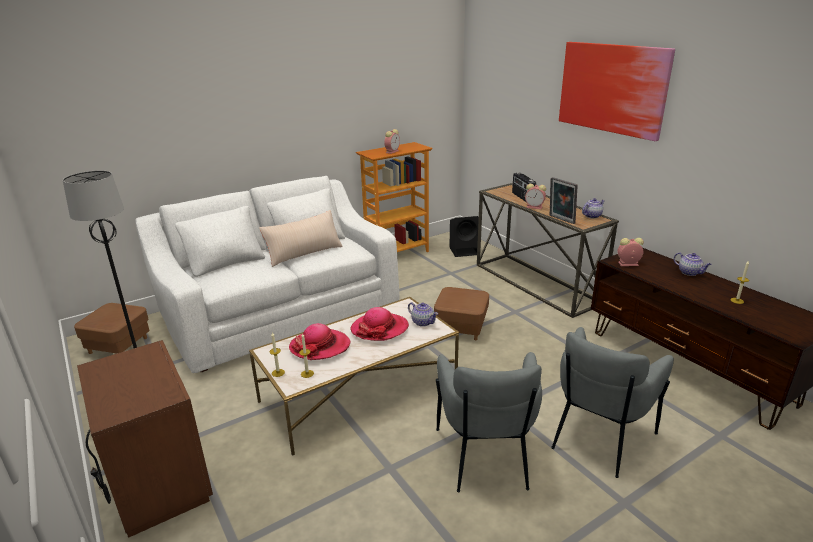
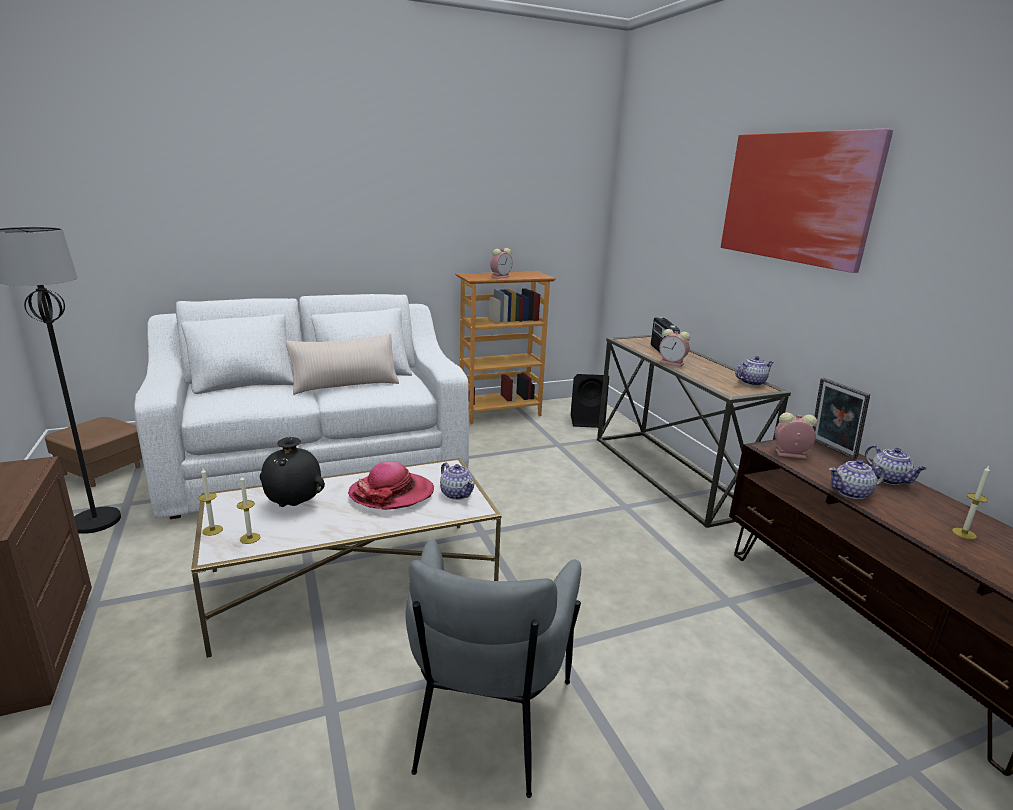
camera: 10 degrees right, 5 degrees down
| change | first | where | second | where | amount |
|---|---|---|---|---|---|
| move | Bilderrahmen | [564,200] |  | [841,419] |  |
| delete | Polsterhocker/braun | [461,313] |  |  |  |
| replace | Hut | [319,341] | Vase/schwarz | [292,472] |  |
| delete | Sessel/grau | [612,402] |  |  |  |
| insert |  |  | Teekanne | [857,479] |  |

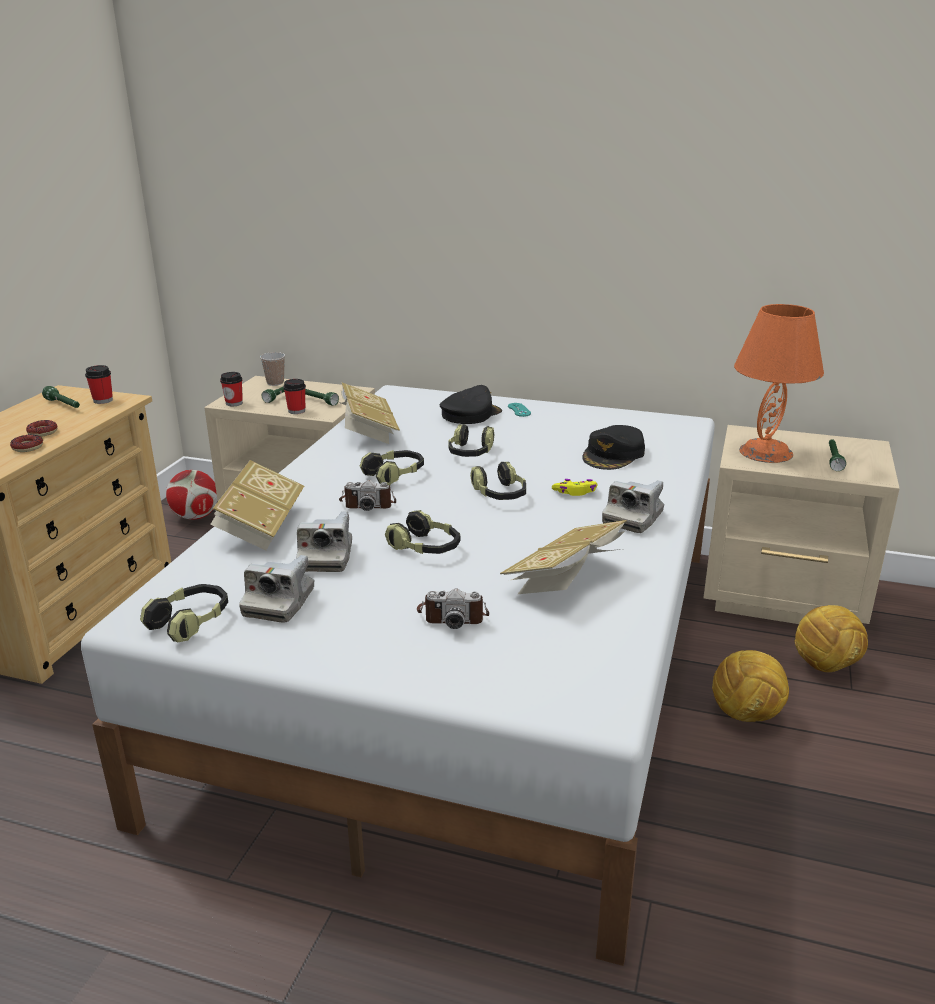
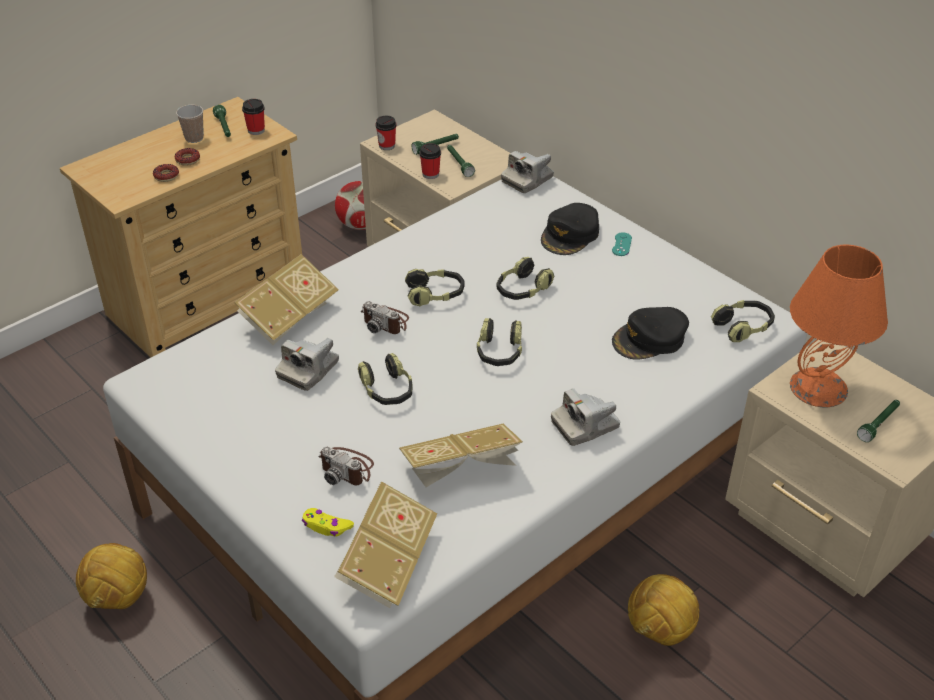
camera: 30 degrees right, 15 degrees up
| change | first | where | second | where | amount |
|---|---|---|---|---|---|
| move | Tasse | [272,369] |  | [190,124] |  |
| move | Buch | [369,413] |  | [385,544] |  |
| rotate | Kappe/schwarz | [471,404] |  | [570,229] | 135 degrees clockwise |
| move | Gamepad/gelb | [575,487] |  | [328,522] |  |
| move | Kamera | [276,589] |  | [527,172] |  |
| move | Kopfhörer | [184,613] |  | [743,321] |  |
| move | Fußball | [831,638] |  | [111,576] |  |

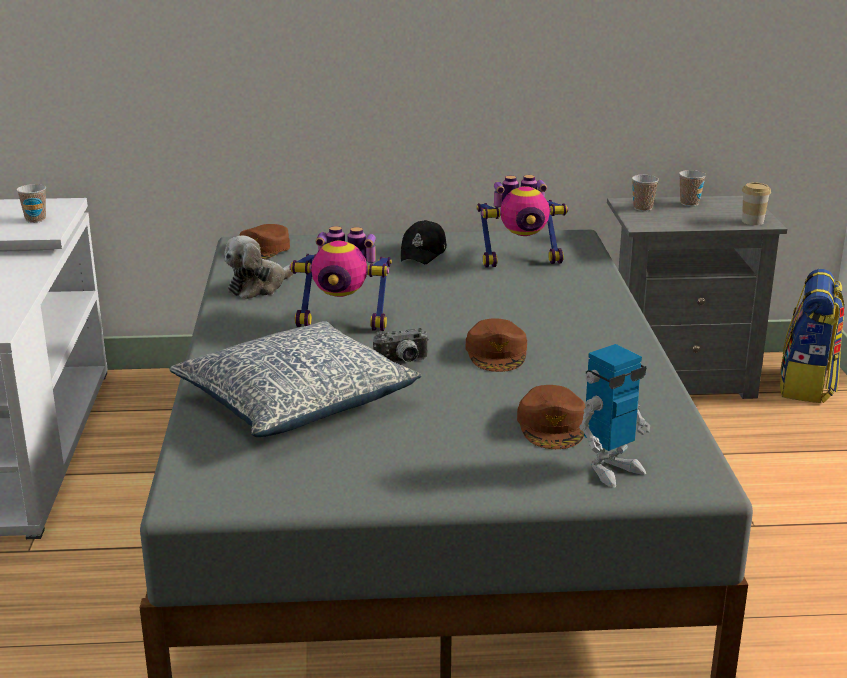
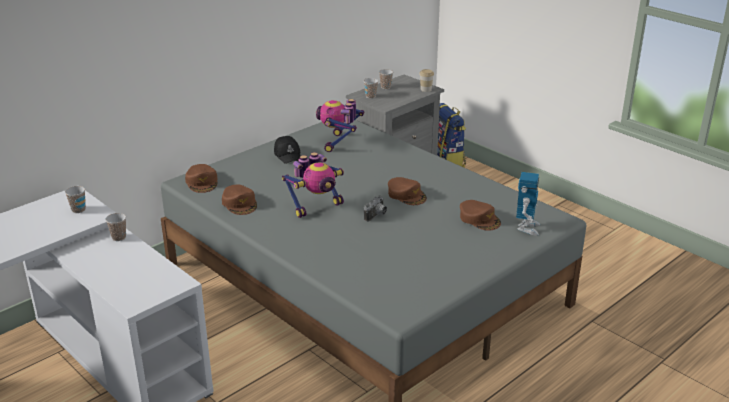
camera: 40 degrees left, 5 degrees up
| change | first | where | second | where | amount |
|---|---|---|---|---|---|
| rotate | Spielzeugroboter | [522,221] |  | [340,125] | 150 degrees clockwise |
| replace | Plüschtier | [259,267] | Kappe/braun | [239,200] |  |
| delete | Kissen | [295,379] |  |  |  |
| insert |  |  | Tasse | [115,227] |  |

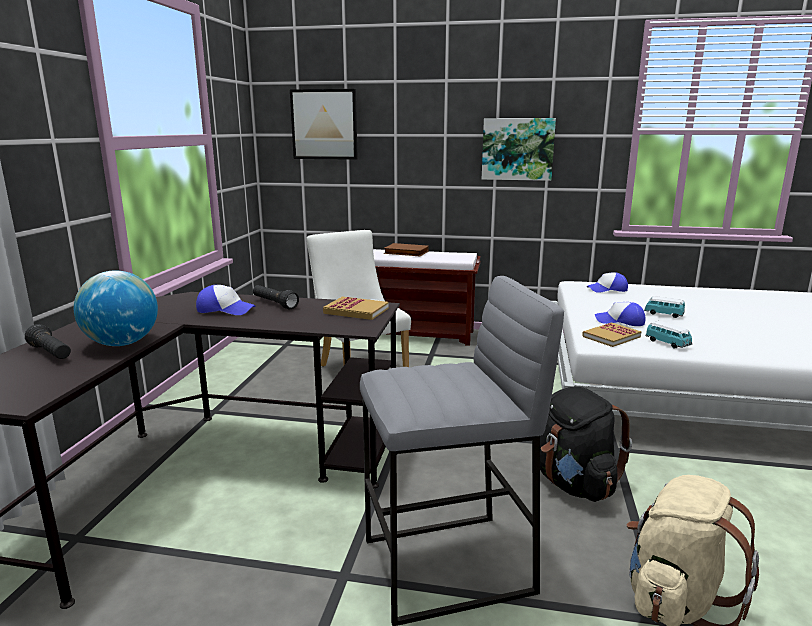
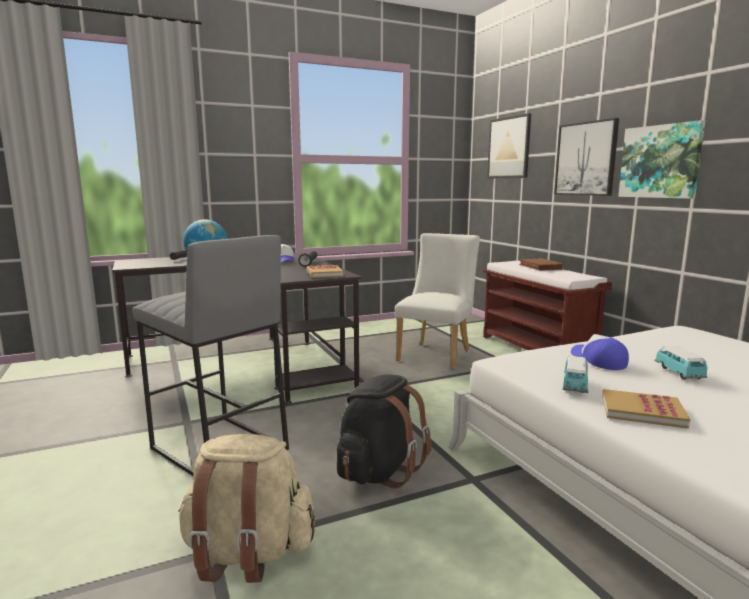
camera: 55 degrees right, 5 degrees down
| change | first | where | second | where | amount |
|---|---|---|---|---|---|
| delete | Kappe | [607,282] |  |  |  |
| move | Buch | [611,334] |  | [646,409] |  |
| insert |  |  | Bild | [586,157] |  |

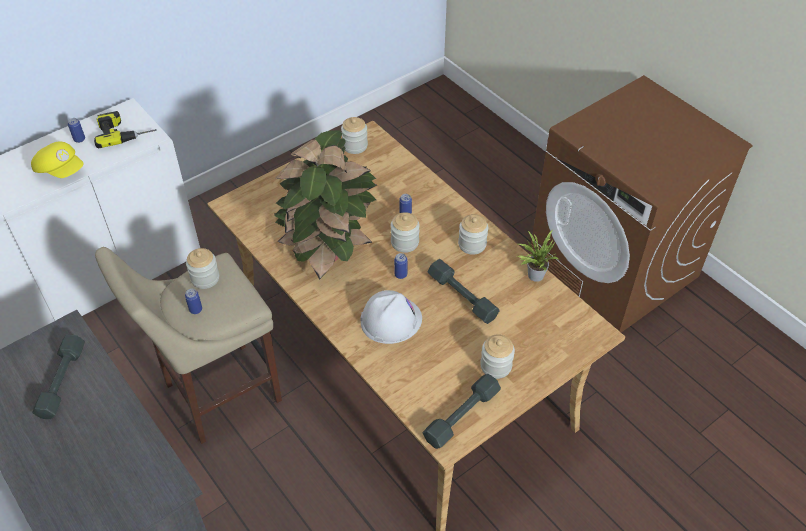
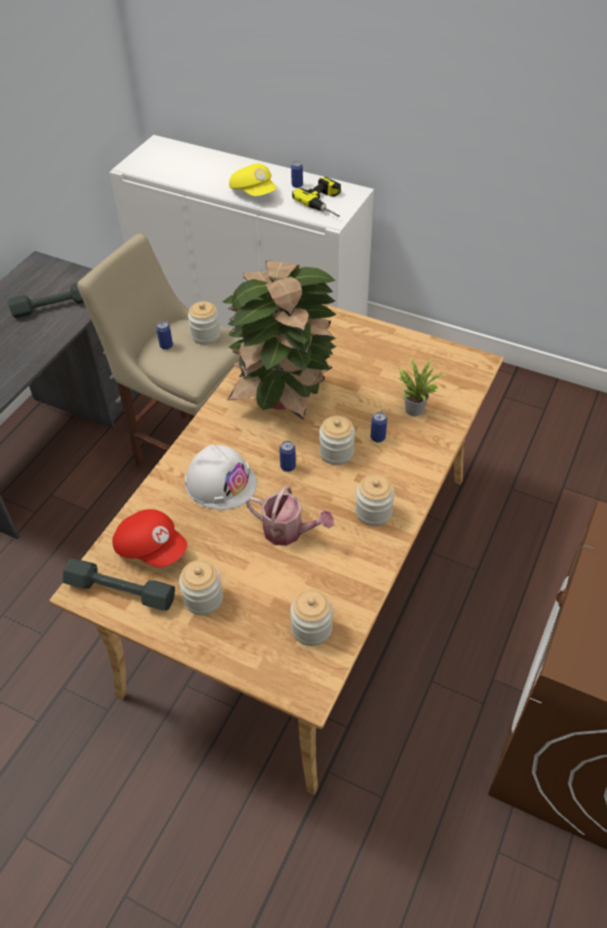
camera: 65 degrees right, 0 degrees up
| change | first | where | second | where | amount |
|---|---|---|---|---|---|
| move | Vorratsglas | [354,135] |  | [311,617] |  |
| rotate | Kappe/gelb | [57,159] |  | [253,180] | 45 degrees counterclockwise |
| move | Topfpflanze | [538,256] |  | [423,386] |  |
| replace | Hantel/grau | [463,291] | Gießkanne | [290,516] |  |
| insert |  |  | Kappe/rot | [149,538] |  |

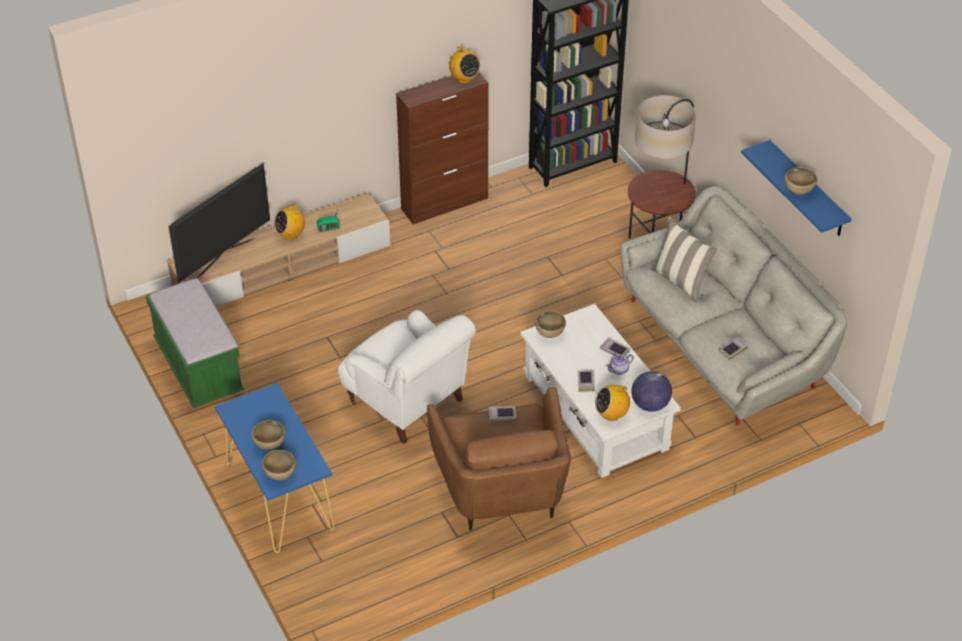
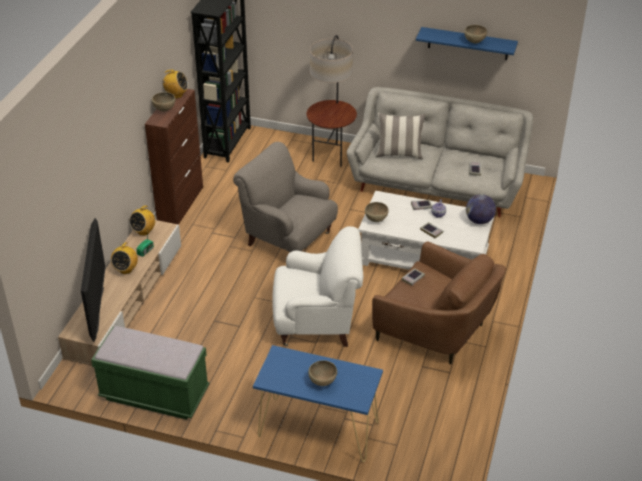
camera: 45 degrees left, 5 degrees down
| change | first | where | second | where | amount |
|---|---|---|---|---|---|
| move | Radio | [612,402] |  | [142,220] |  |
| move | Schüssel/braun | [279,465] |  | [163,102] |  |
| insert |  |  | Sessel/grau | [285,197] |  |

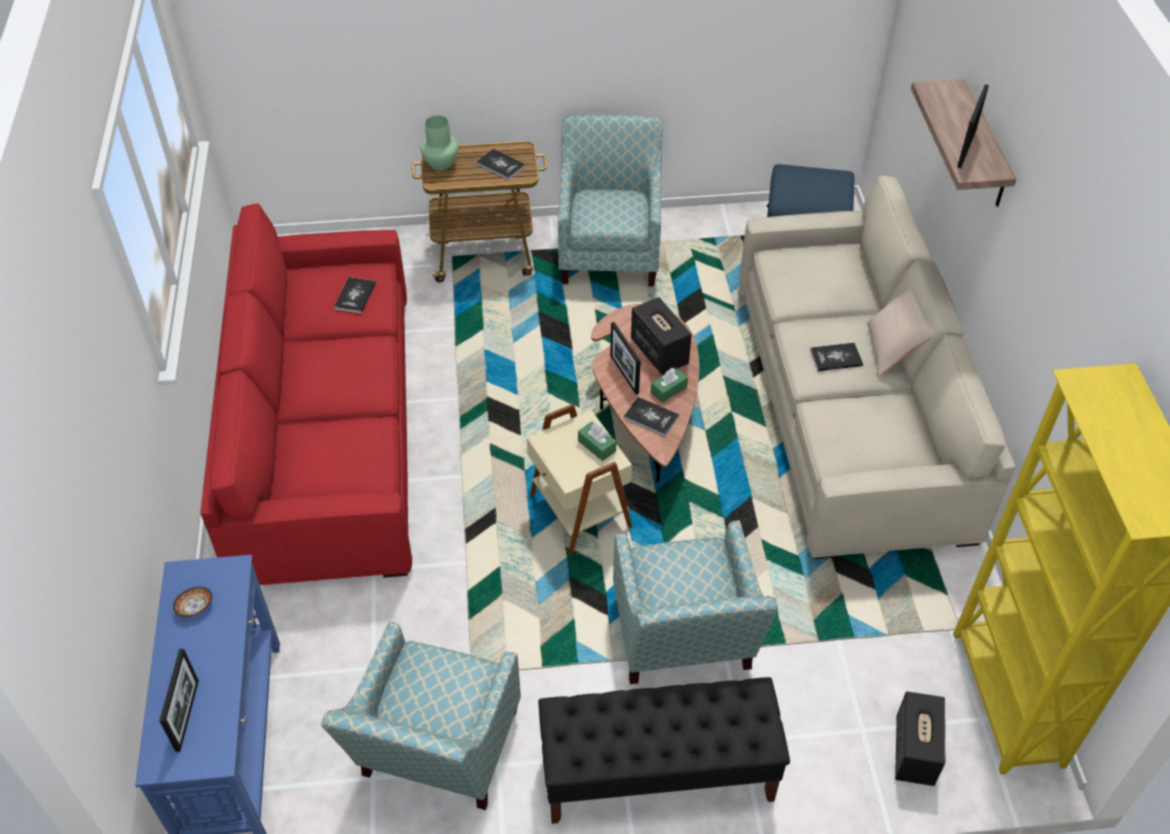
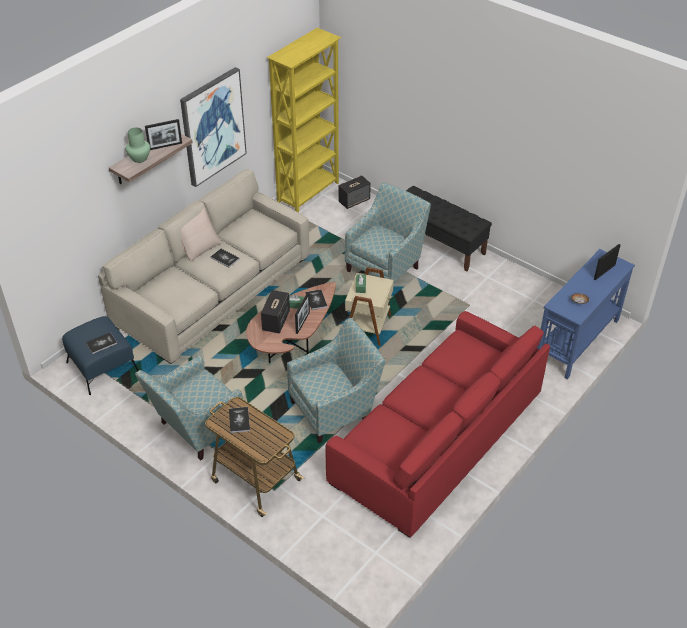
camera: 135 degrees left, 5 degrees down
| change | first | where | second | where | amount |
|---|---|---|---|---|---|
| move | Vase/grün | [439,143] |  | [138,145] |  |
| move | Buch | [355,295] |  | [101,343] |  |
| move | Sessel | [421,715] |  | [336,380] |  |
| insert |  |  | Bild | [213,127] |  |

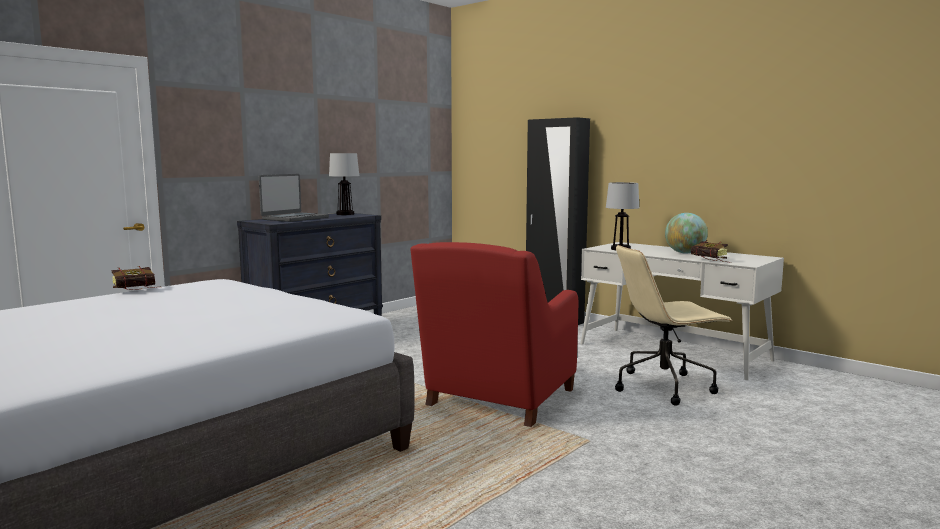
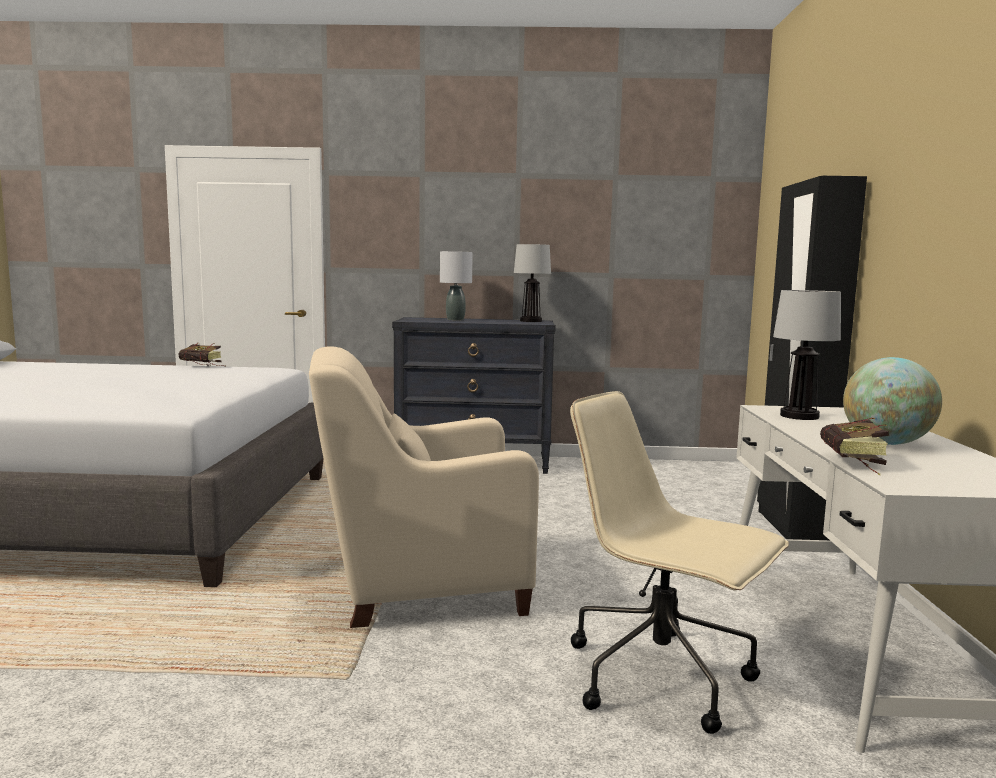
camera: 50 degrees right, 0 degrees up
| change | first | where | second | where | amount |
|---|---|---|---|---|---|
| replace | Laptop | [294,198] | Tischlampe/grau | [456,285] |  |
| recolor | Sessel/rot | [494,334] | Sessel/beige | [424,487] |  |

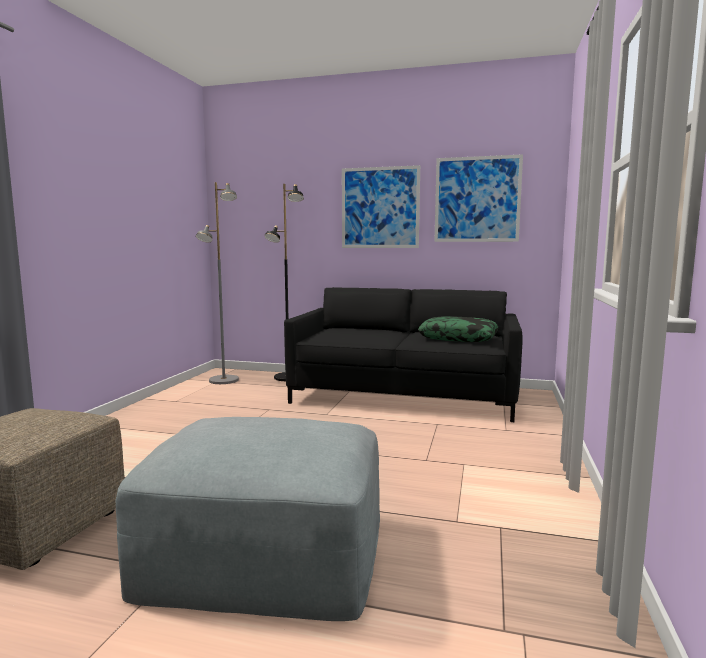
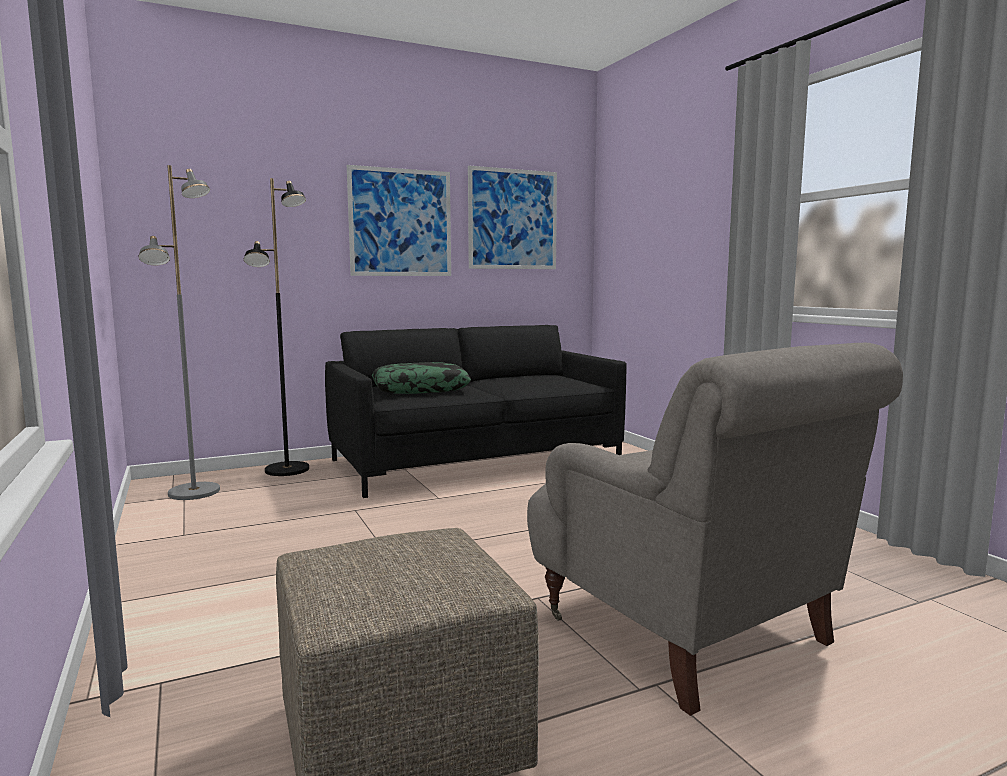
camera: 40 degrees left, 0 degrees up
| change | first | where | second | where | amount |
|---|---|---|---|---|---|
| move | Kissen | [458,329] |  | [421,378] |  |
| replace | Polsterhocker/grau | [248,519] | Sessel/grau | [715,529] |  |

